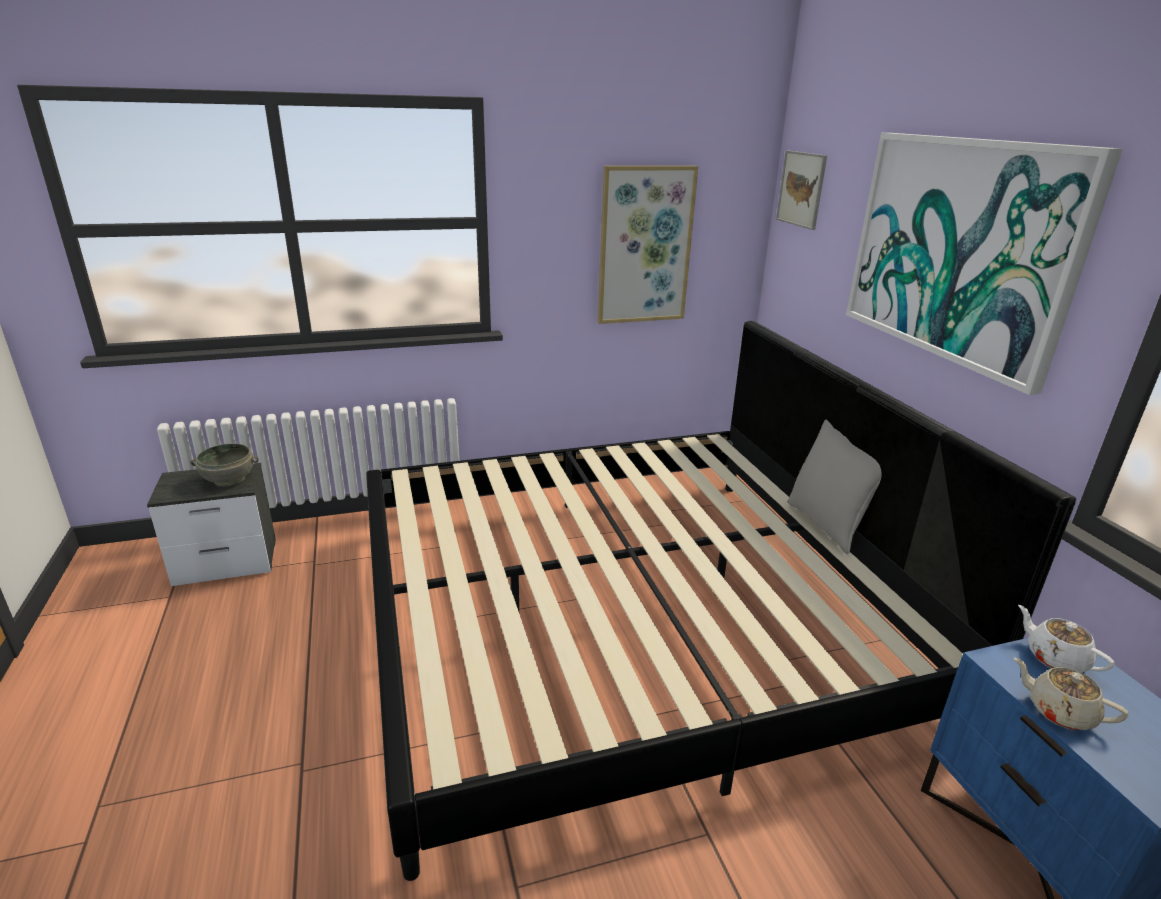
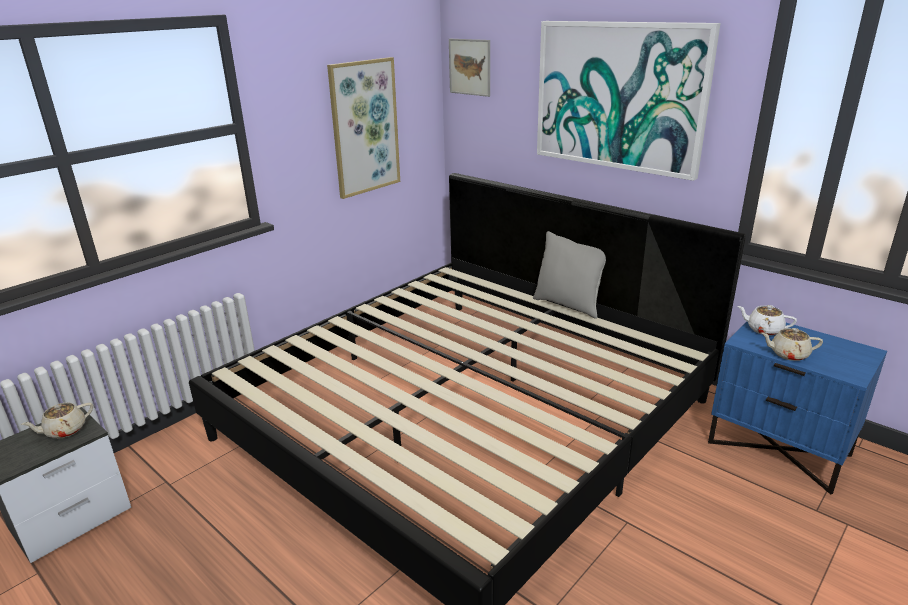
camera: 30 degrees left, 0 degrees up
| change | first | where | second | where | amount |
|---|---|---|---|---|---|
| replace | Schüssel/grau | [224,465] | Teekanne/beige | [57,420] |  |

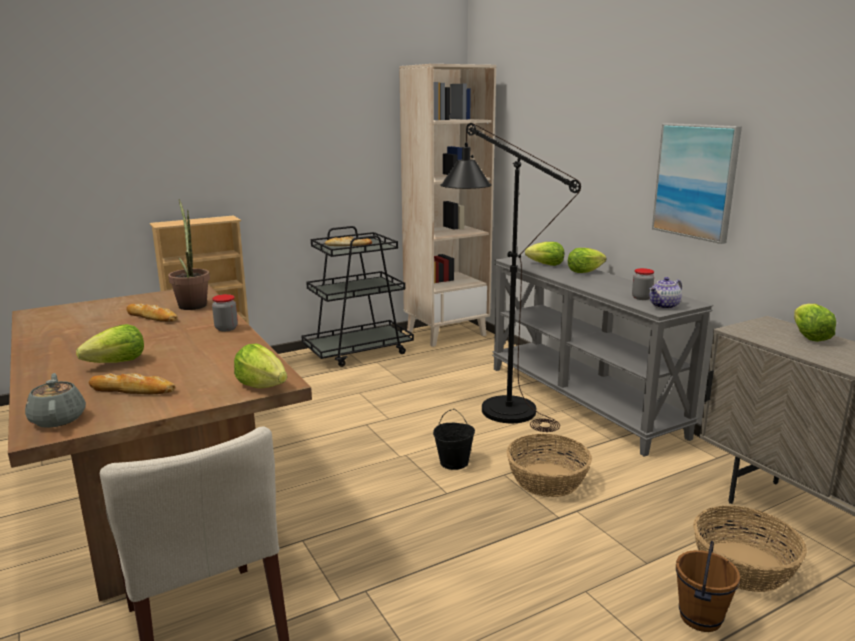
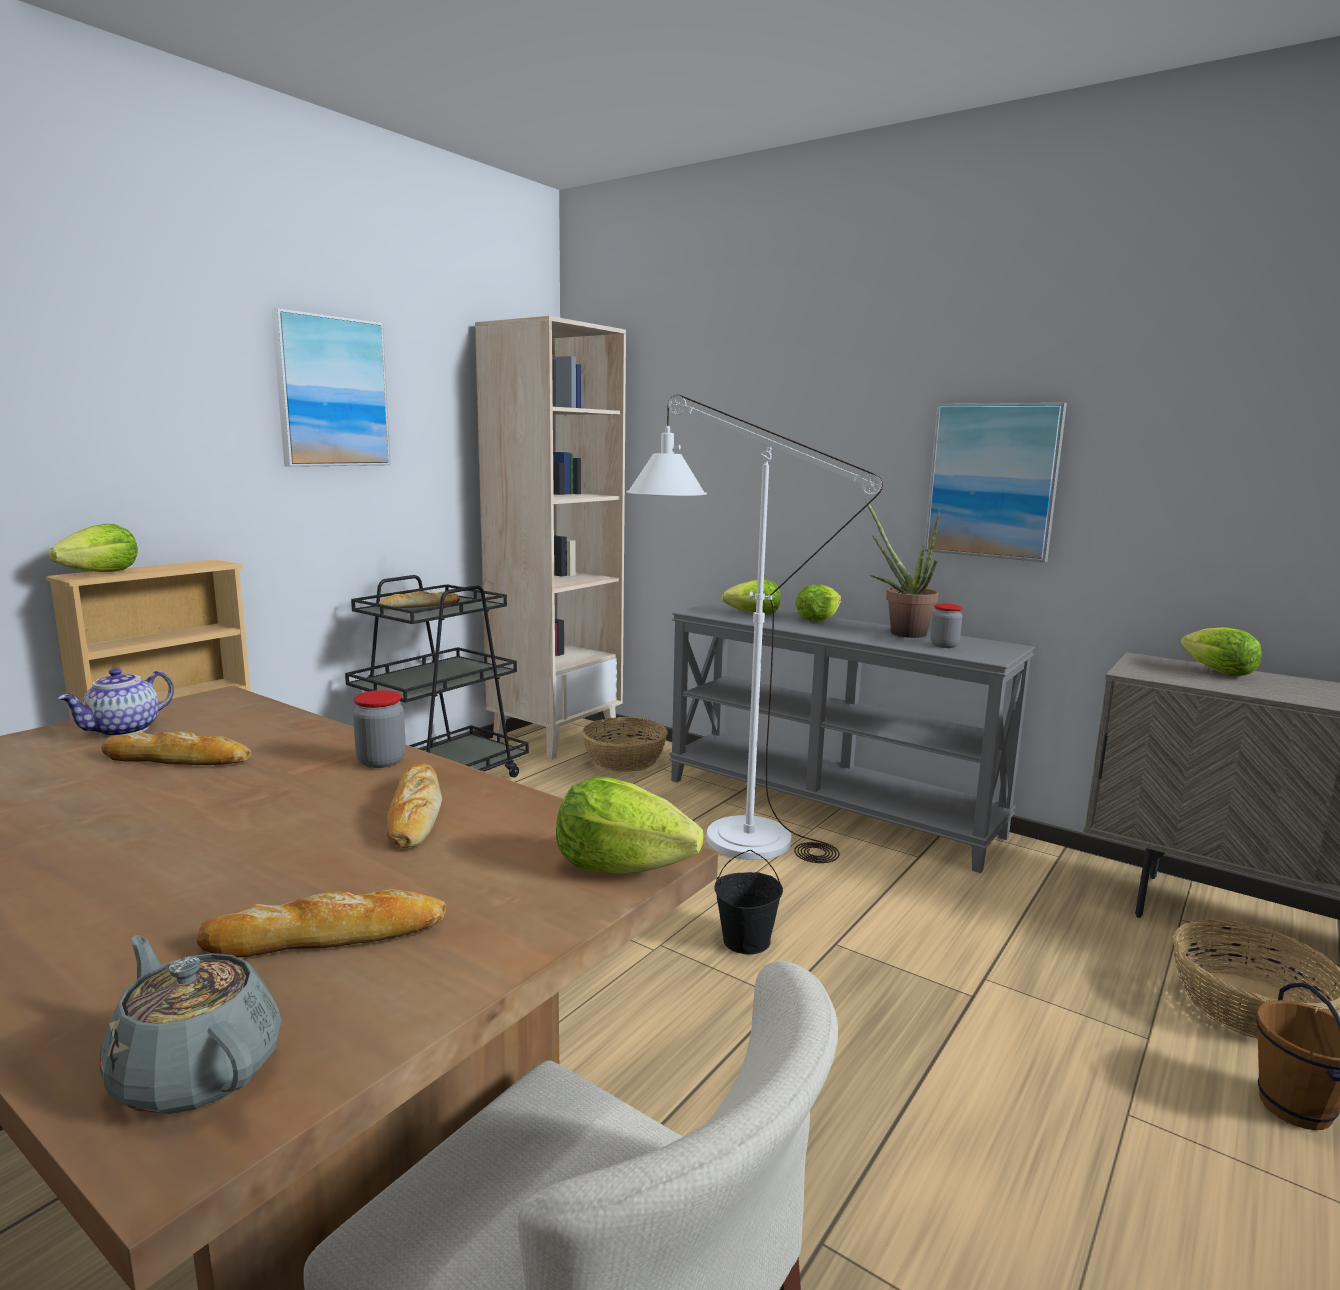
camera: 25 degrees left, 5 degrees down
| change | first | where | second | where | amount |
|---|---|---|---|---|---|
| recolor | Stehlampe/schwarz | [510,277] | Stehlampe/weiß | [754,629] |  |
| move | Topfpflanze | [189,254] |  | [903,568] |  |
| move | Teekanne | [666,293] |  | [116,702] |  |
| move | Salatkopf | [110,343] |  | [93,548] |  |
| move | Korb | [549,465] |  | [624,744] |  |
| insert |  |  | Bild | [331,387] |  |
| insert |  |  | Brot | [414,805] |  |

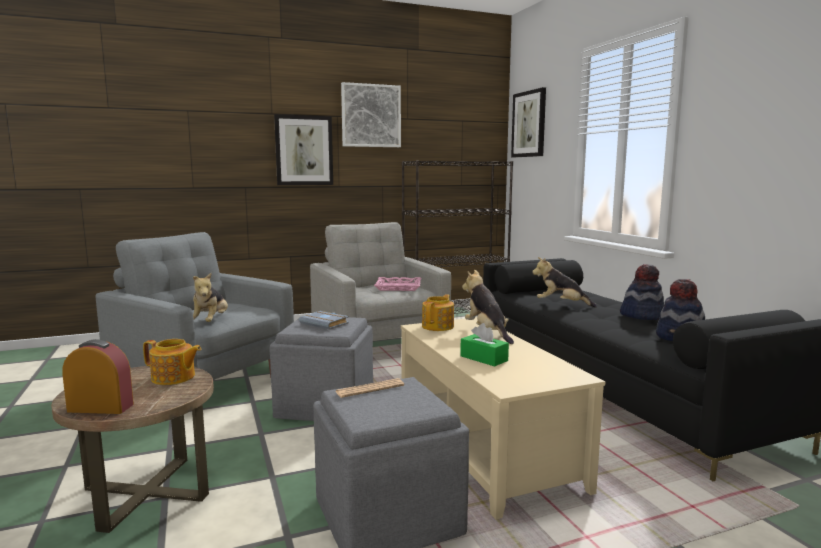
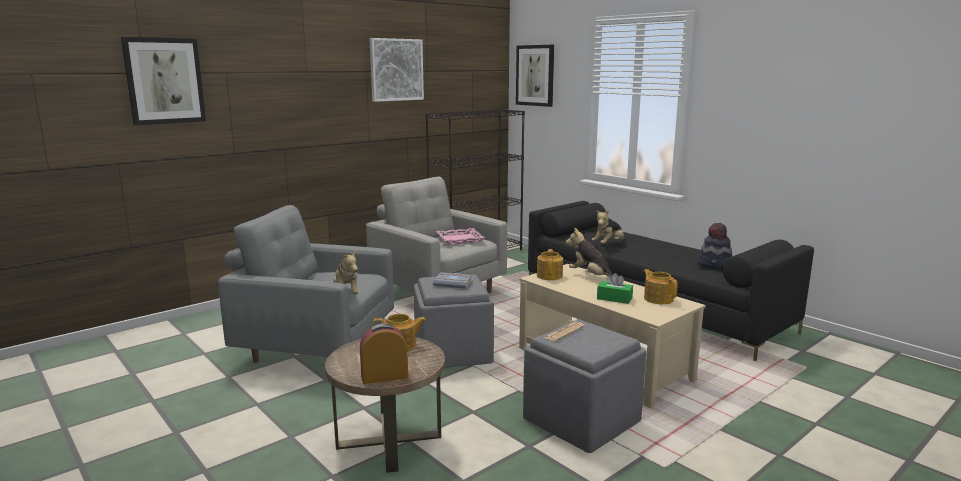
camera: 20 degrees left, 5 degrees up
| change | first | where | second | where | amount |
|---|---|---|---|---|---|
| move | Bild | [303,149] |  | [163,81] |  |
| rotate | Plüschtier | [564,282] |  | [608,227] | 45 degrees counterclockwise |
| delete | Hut | [642,292] |  |  |  |
| insert |  |  | Teekanne | [660,286] |  |

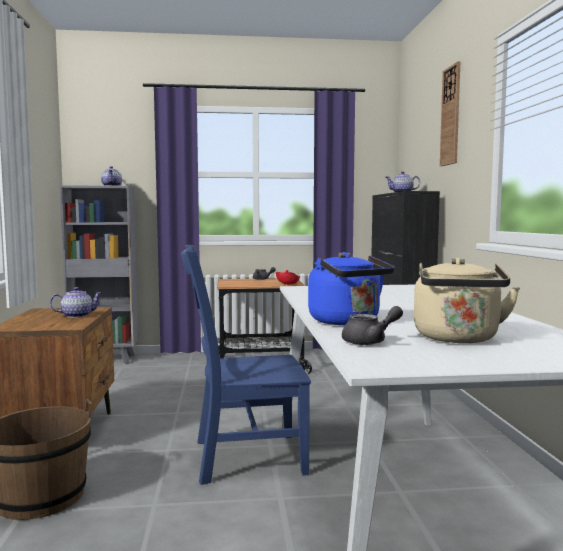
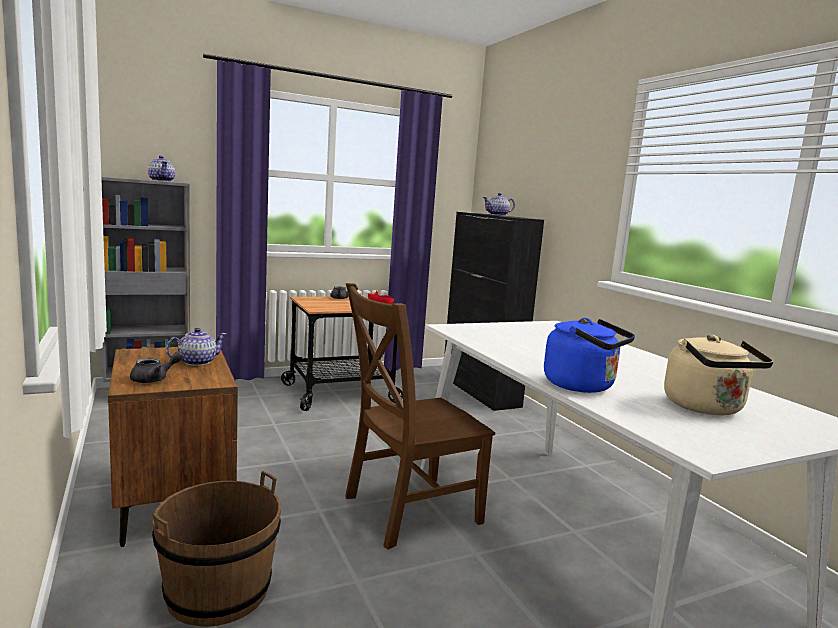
camera: 20 degrees left, 5 degrees up
| change | first | where | second | where | amount |
|---|---|---|---|---|---|
| delete | Wanduhr | [450,113] |  |  |  |
| recolor | Stuhl/blau | [246,365] | Stuhl/braun | [420,416] |  |
| move | Teekanne/grau | [372,325] |  | [157,367] |  |

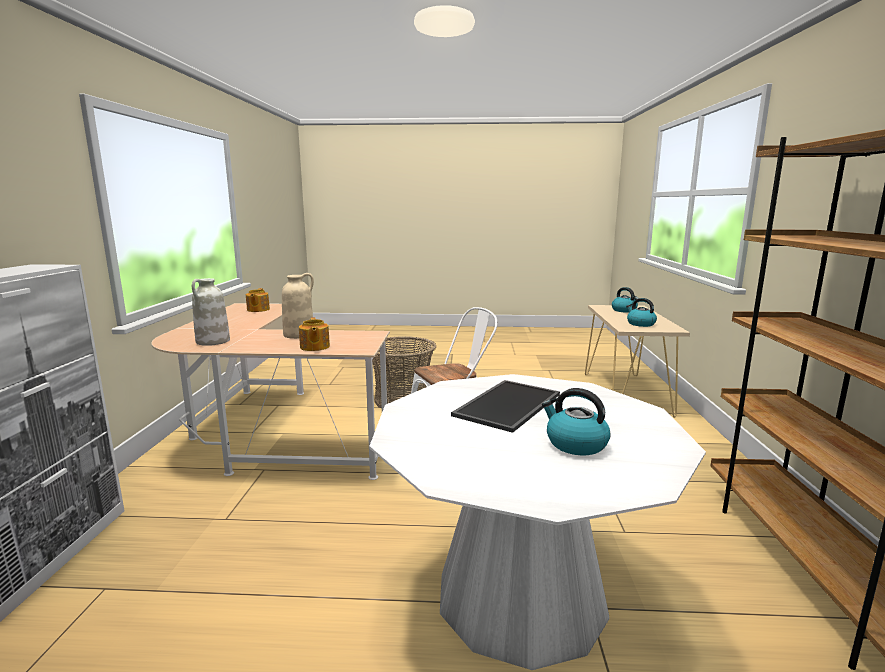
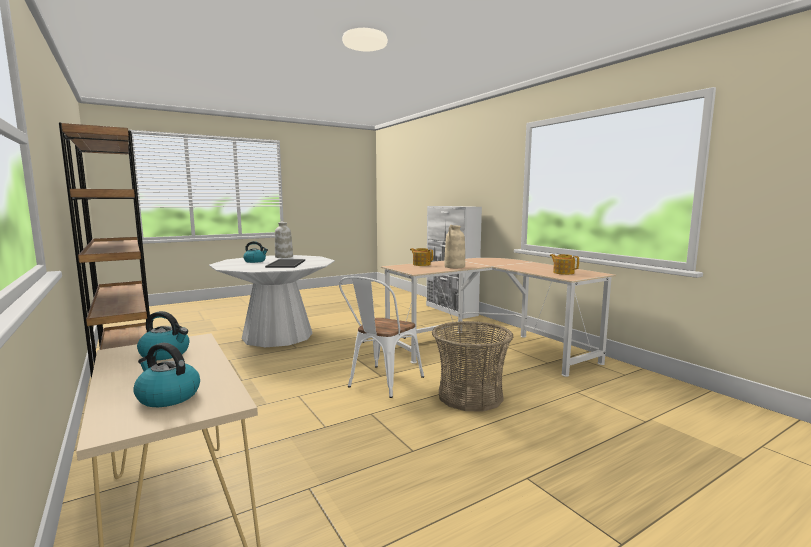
camera: 145 degrees right, 5 degrees down
| change | first | where | second | where | amount |
|---|---|---|---|---|---|
| move | Vase/weiß | [211,312] |  | [284,239] |  |

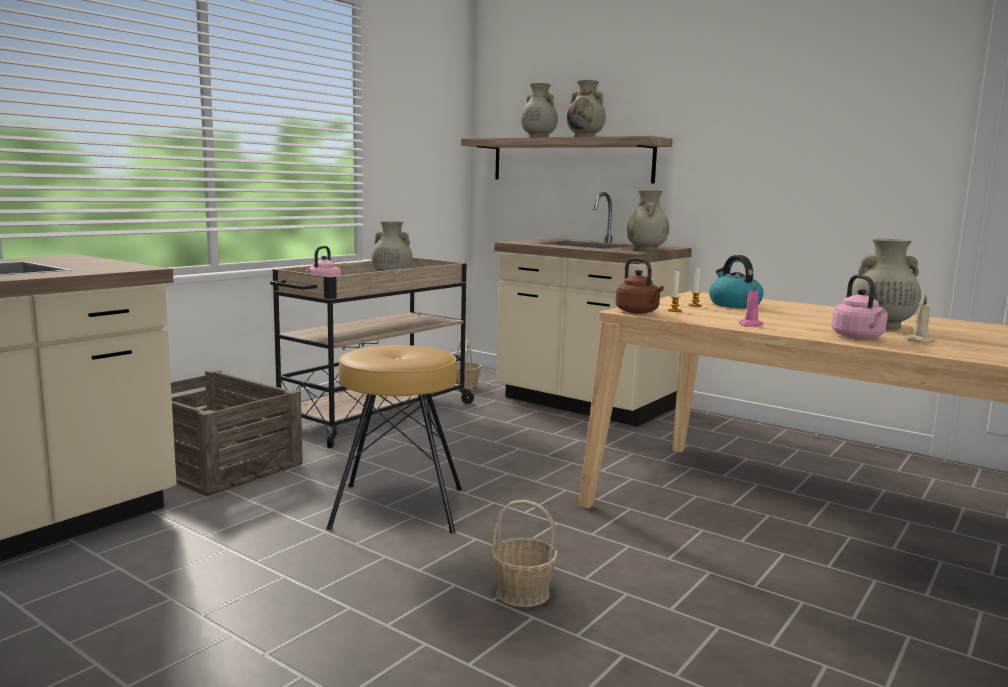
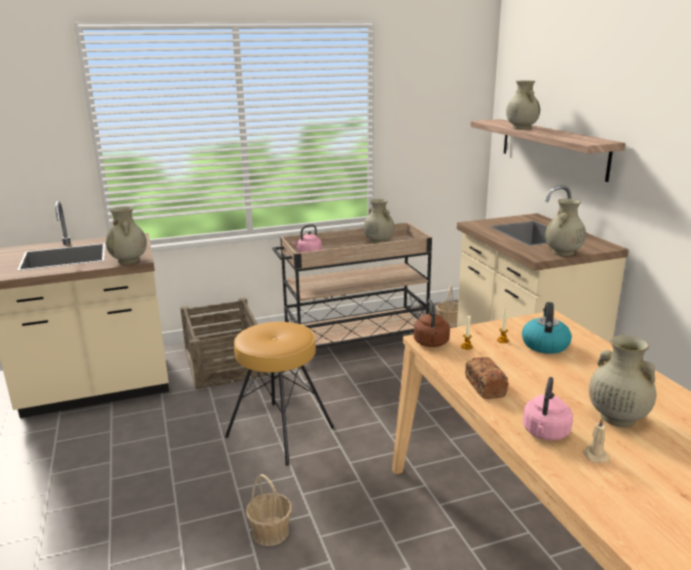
camera: 35 degrees right, 10 degrees up
| change | first | where | second | where | amount |
|---|---|---|---|---|---|
| move | Vase/beige | [586,108] |  | [126,235] |  |
| replace | Kerze/rosa | [751,304] | Brot | [486,378] |  |

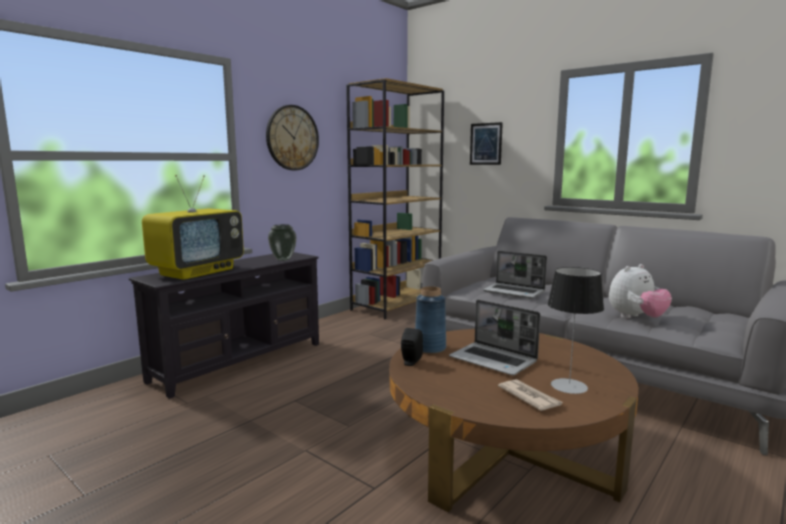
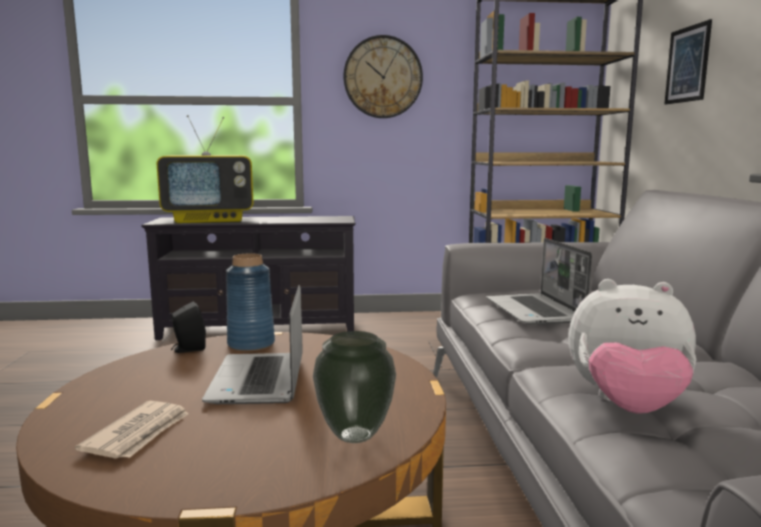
camera: 45 degrees right, 0 degrees up
| change | first | where | second | where | amount |
|---|---|---|---|---|---|
| move | Vase | [282,242] |  | [354,387] |  |
| delete | Tischlampe | [576,330] |  |  |  |

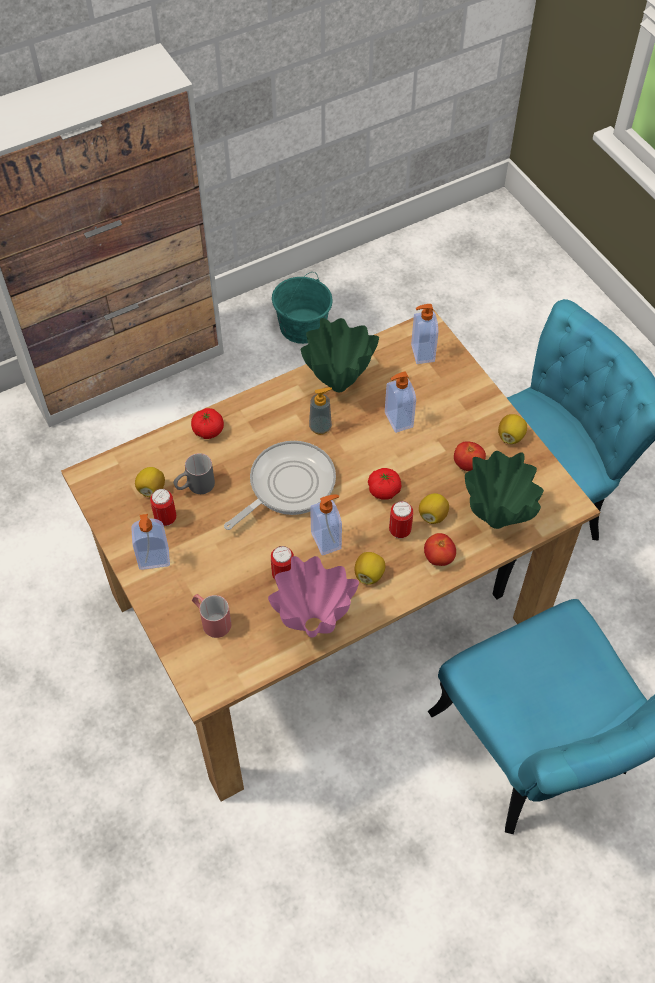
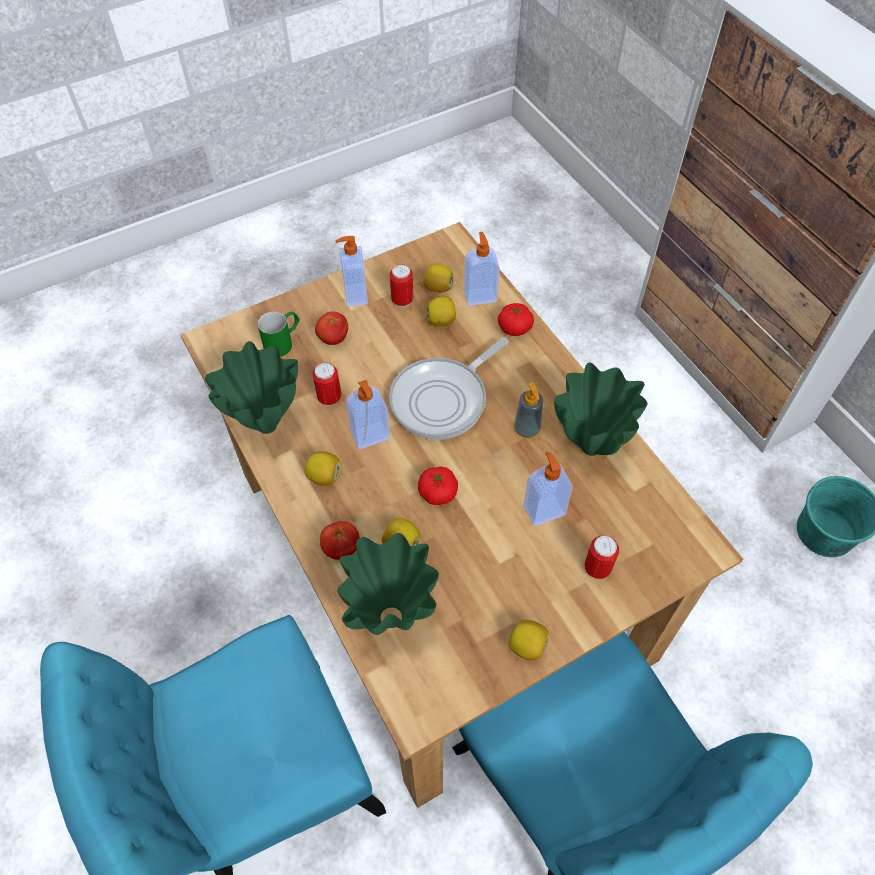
camera: 90 degrees right, 0 degrees up
| change | first | where | second | where | amount |
|---|---|---|---|---|---|
| move | Seifenspender | [424,334] |  | [482,269] |  |
| rotate | Pfanne | [280,485] |  | [449,388] | 90 degrees clockwise |
| move | Tomate | [470,456] |  | [331,328] |  |
| replace | Henkelbecher/grau | [194,473] | Zitrone | [441,311] |  |
| move | Dose | [401,519] |  | [601,557] |  |
| recolor | Vase/rosa | [313,597] | Vase/grün | [251,387] |  |
| recolor | Henkelbecher/rot | [211,616] | Henkelbecher/grün | [278,334] |  |

